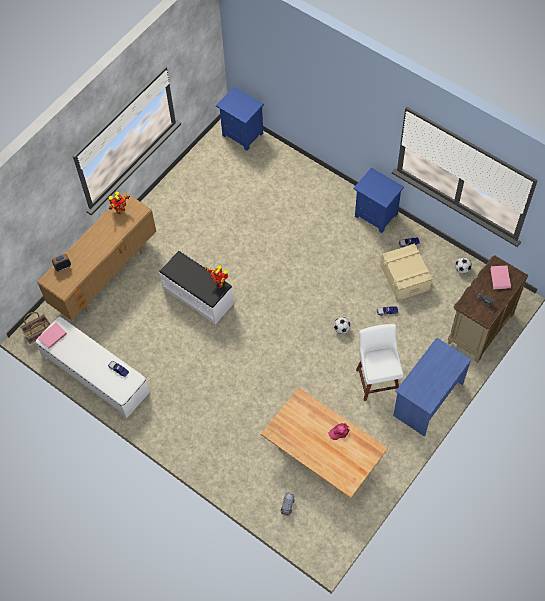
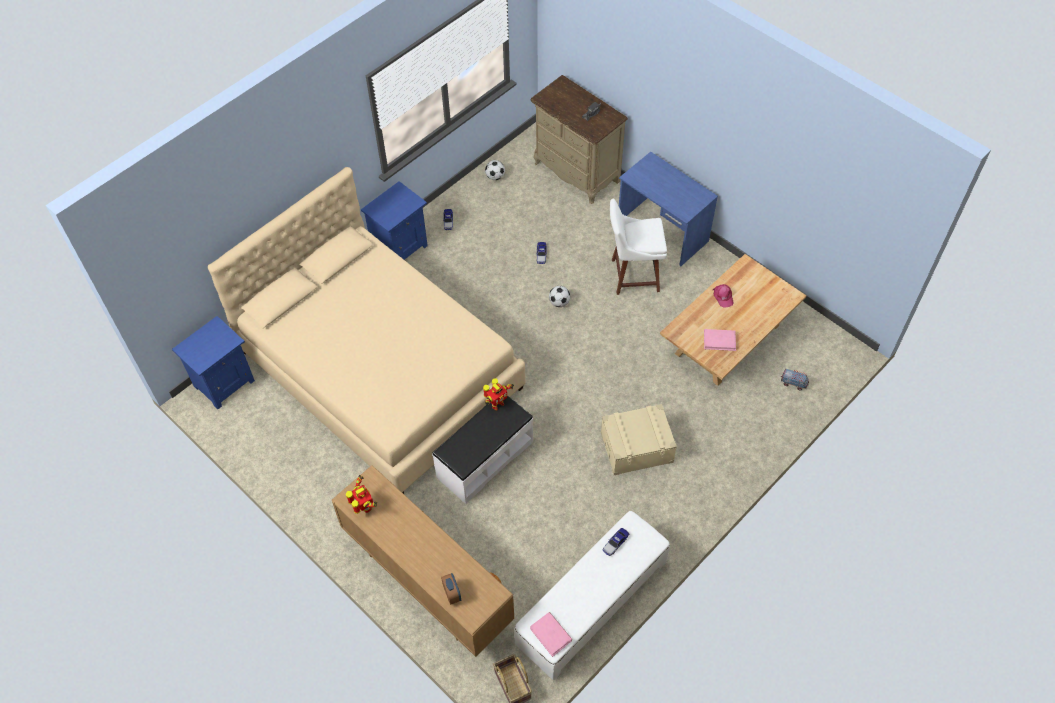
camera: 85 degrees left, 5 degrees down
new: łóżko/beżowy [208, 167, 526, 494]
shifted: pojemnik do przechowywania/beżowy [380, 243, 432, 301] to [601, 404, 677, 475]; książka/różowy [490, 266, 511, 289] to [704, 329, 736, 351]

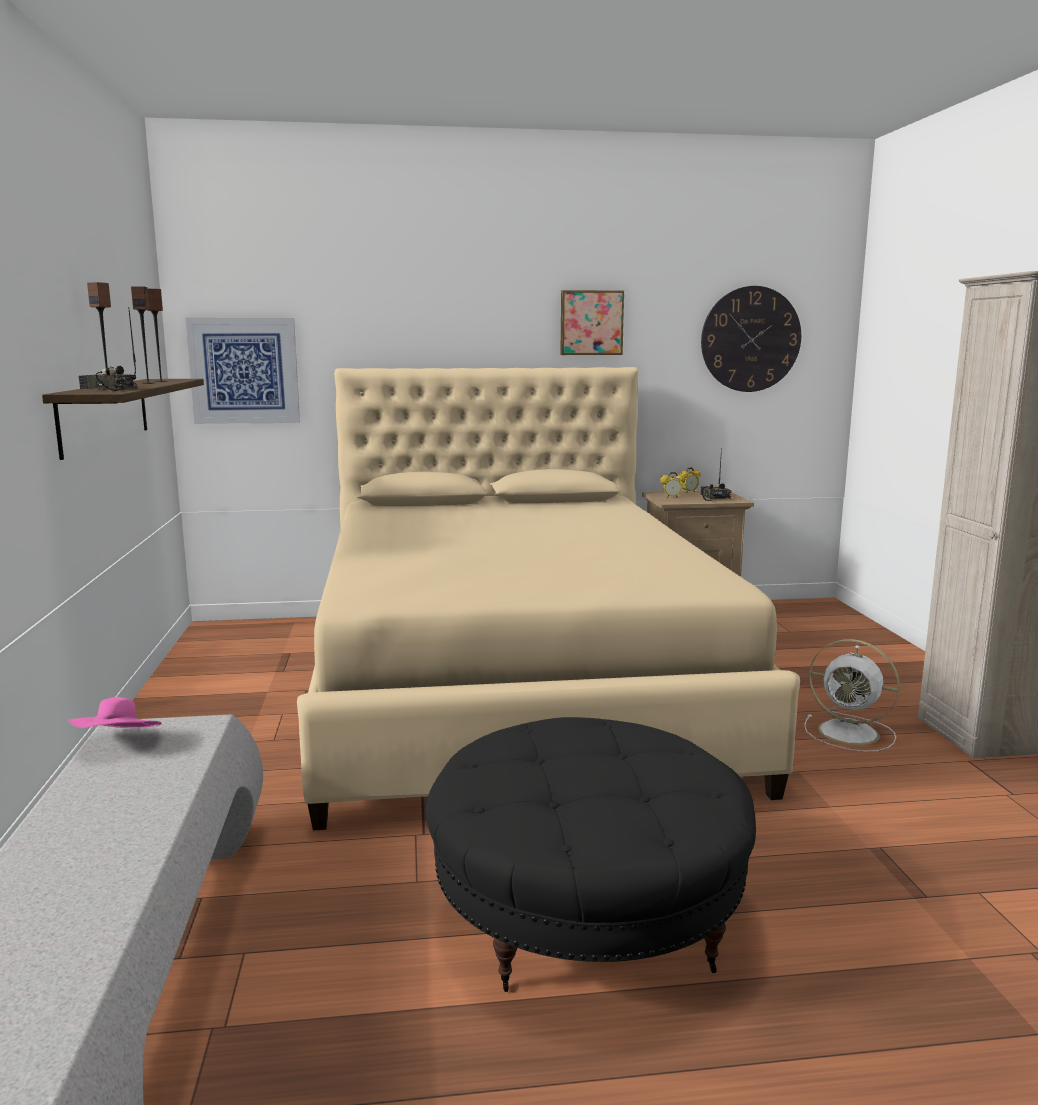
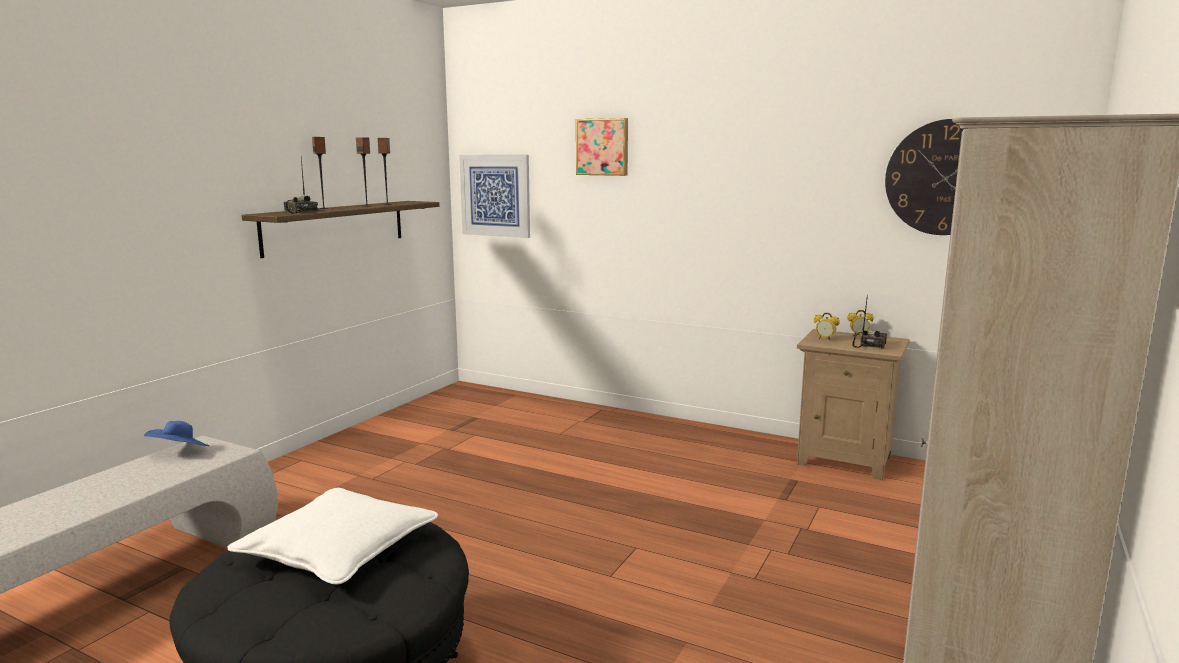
camera: 35 degrees right, 0 degrees up
gone: łóżko/beżowy [297, 367, 800, 831]; wentylator/biały [804, 639, 900, 752]
new: poduszka/biały [227, 488, 438, 584]
shifted: obraz [560, 290, 624, 355] to [576, 118, 628, 176]
repainted: kapelusz/różowy [68, 697, 162, 728] to kapelusz/niebieski [144, 421, 209, 446]

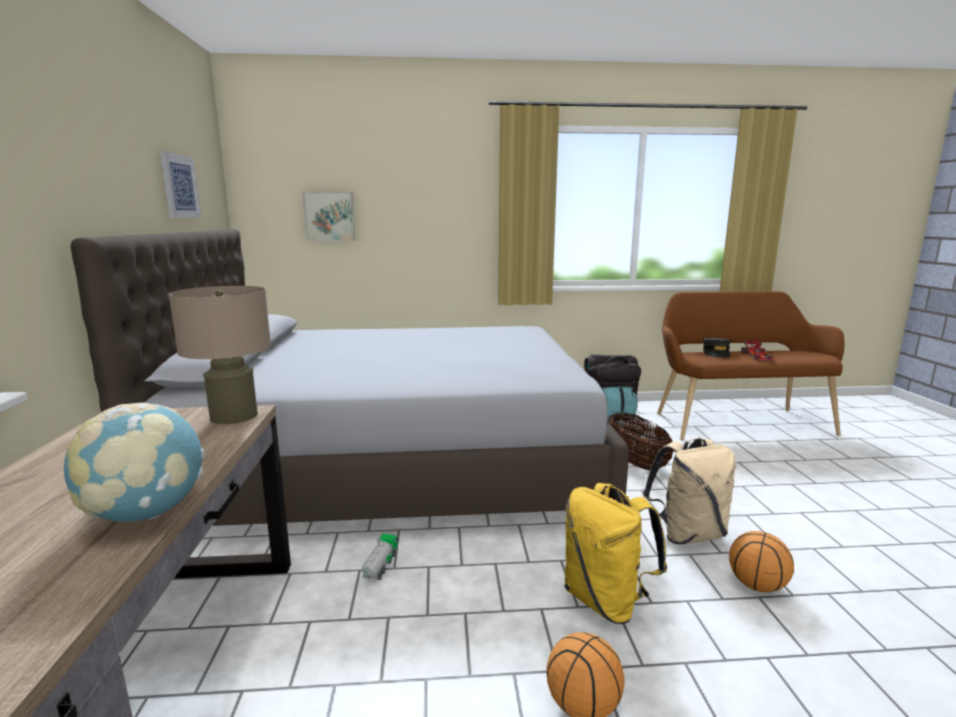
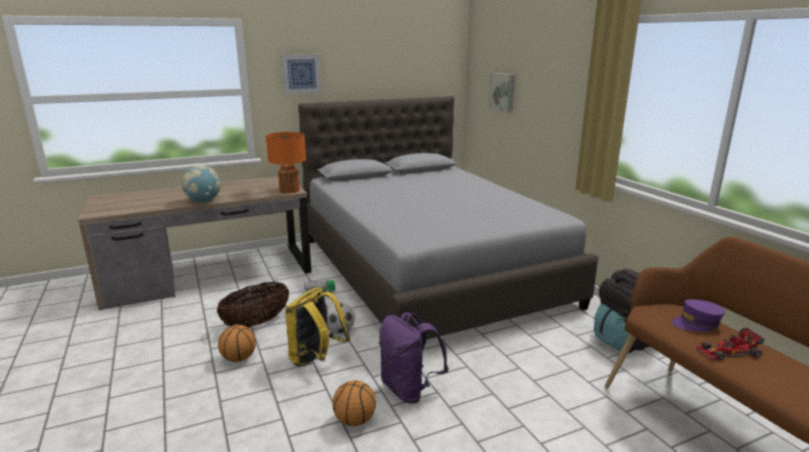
camera: 70 degrees right, 5 degrees up
new: piłka futbolowa [327, 303, 355, 334]
shifted: obraz [160, 151, 201, 218] to [281, 54, 321, 94]; koszyk [607, 413, 674, 470] to [217, 282, 289, 328]
repainted: lampa stołowa/beżowy [168, 286, 271, 424] to lampa stołowa/pomarańczowy [266, 132, 306, 194]; plecak/beżowy [643, 437, 736, 545] to plecak/fioletowy [379, 312, 449, 404]; czapka z daszkiem/szary [703, 337, 731, 358] to czapka z daszkiem/fioletowy [672, 299, 725, 332]

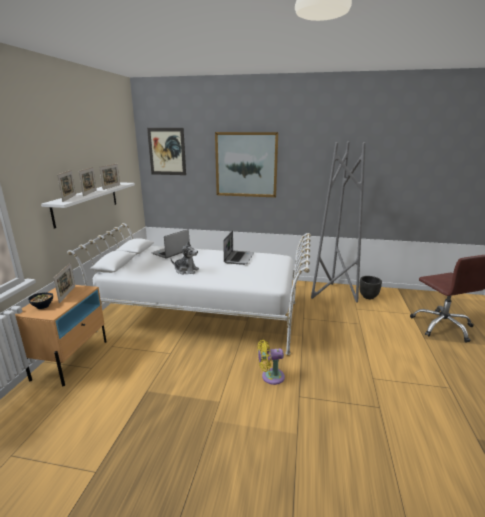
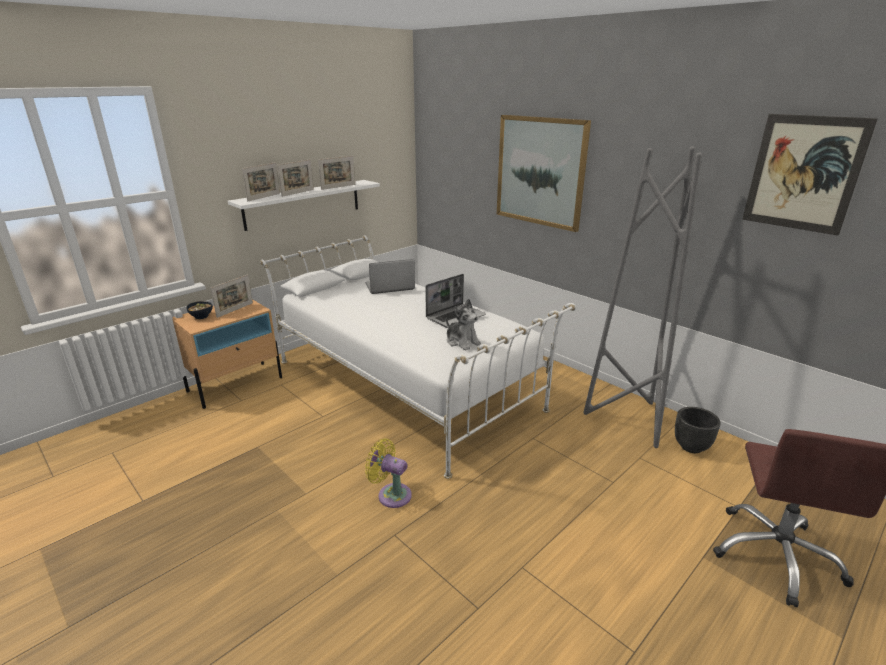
camera: 35 degrees right, 5 degrees up
shifted: obraz [147, 128, 186, 175] to [742, 114, 878, 236]; pluszak [171, 241, 199, 275] to [446, 299, 481, 351]

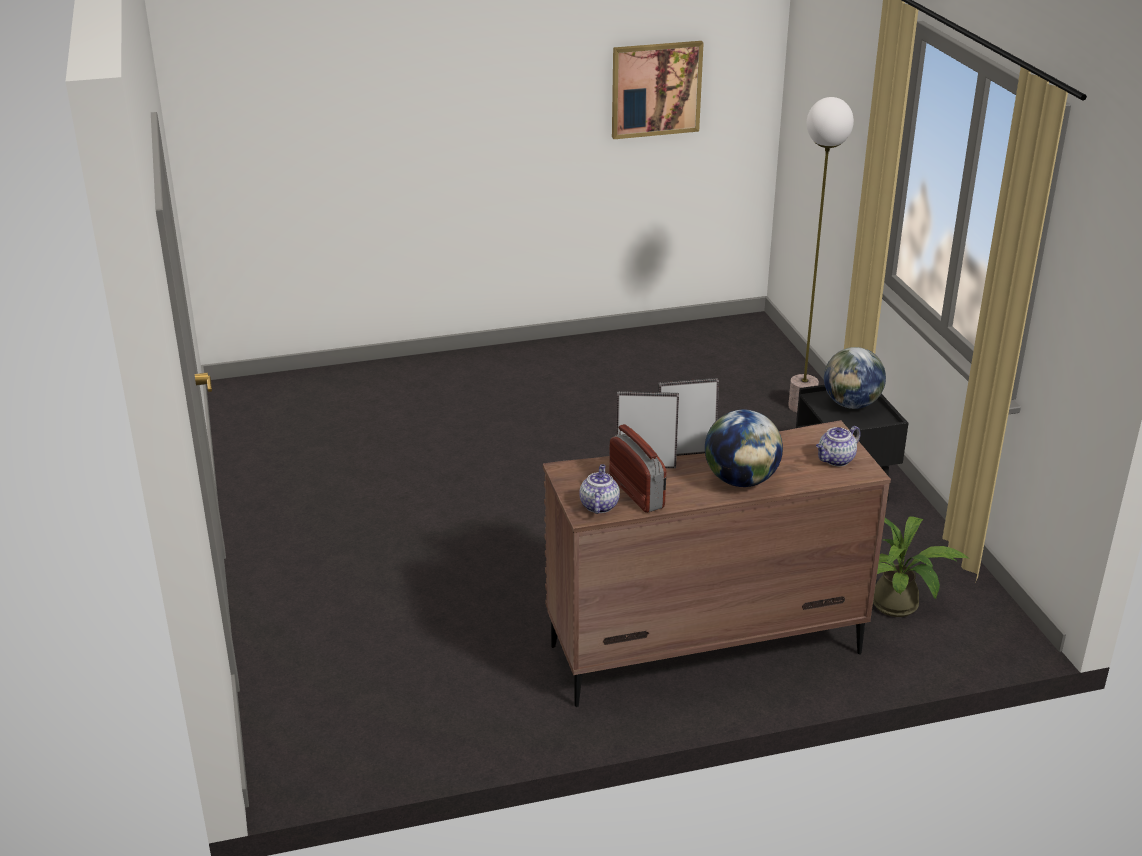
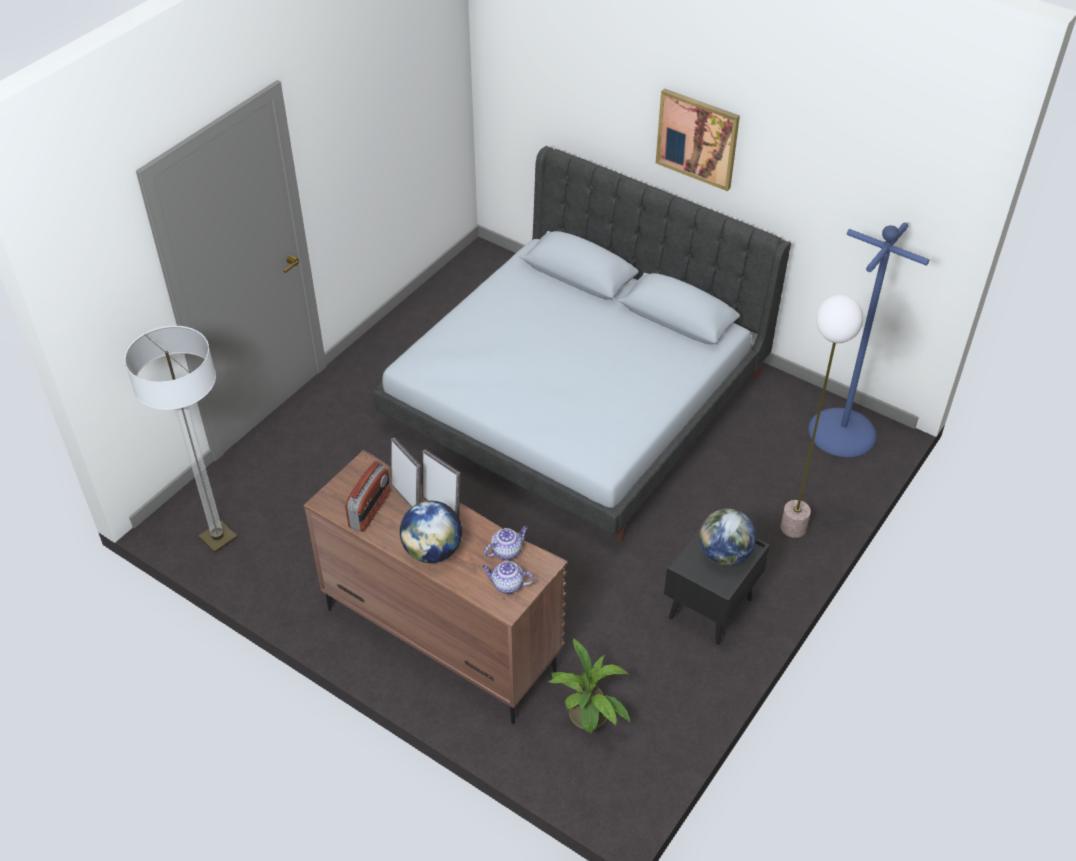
camera: 50 degrees right, 15 degrees up
new: lampa stojąca [124, 326, 238, 553]; łóżko/szary [372, 146, 791, 542]; wieszak/niebieski [808, 222, 929, 457]
shifted: imbryk [579, 464, 620, 514] to [484, 526, 528, 560]; obraz [612, 41, 704, 139] to [656, 88, 740, 191]

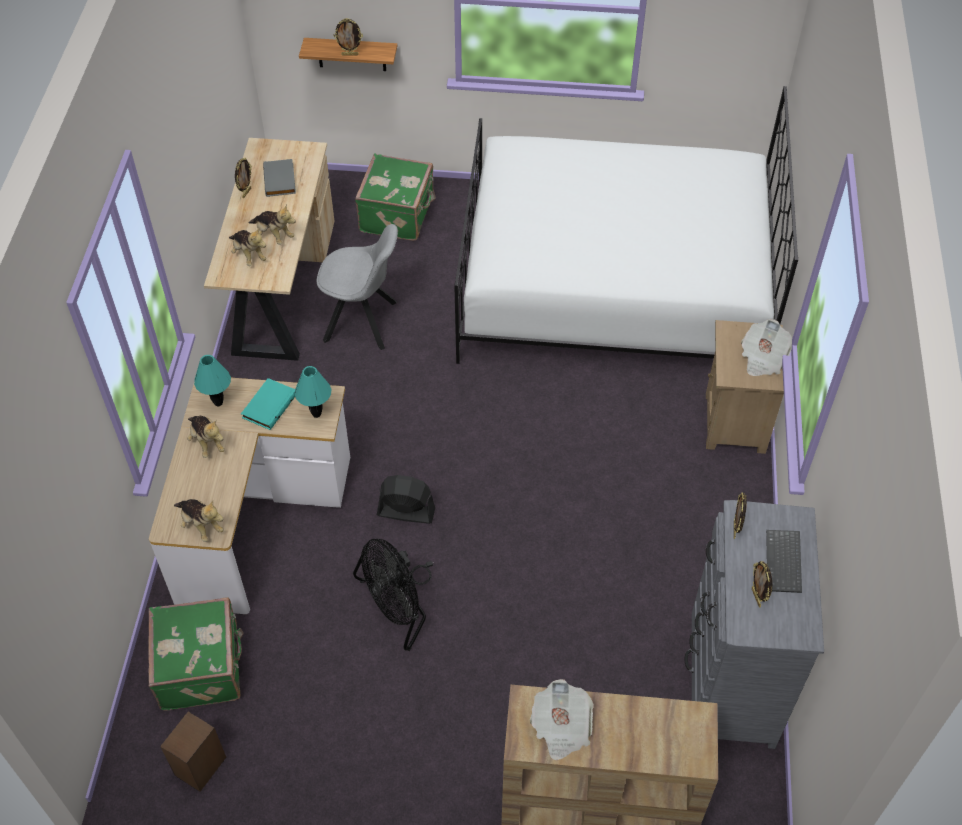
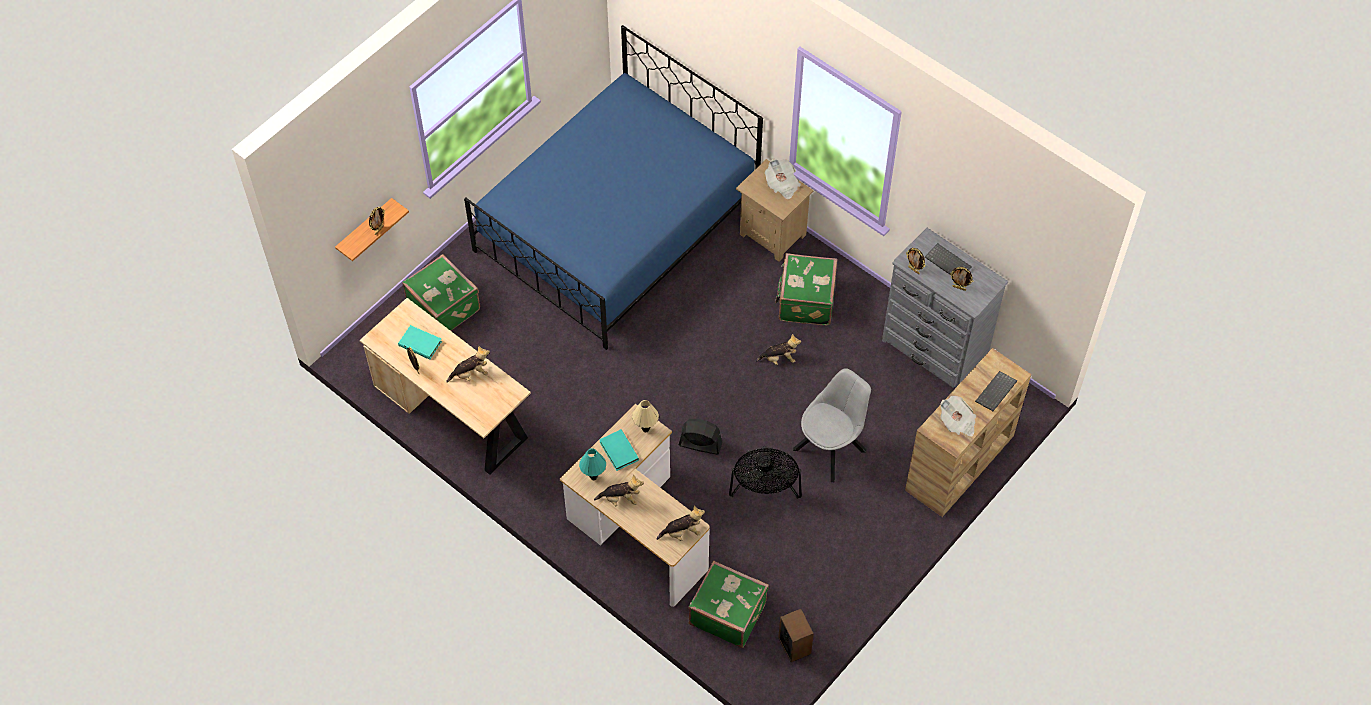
camera: 55 degrees left, 5 degrees up
new: walizka/zielony [775, 253, 837, 326]; klawiatura [975, 371, 1017, 411]
shifted: pluszak [229, 228, 266, 266] to [755, 334, 801, 365]; krzesło/szary [317, 224, 398, 350] to [793, 368, 871, 483]
repainted: książka/szary [263, 159, 296, 197] to książka/turkusowy [398, 325, 442, 359]; lampa stołowa/turkusowy [295, 366, 332, 418] to lampa stołowa/beżowy [632, 400, 659, 433]; łóżko/biały [454, 86, 798, 364] to łóżko/niebieski [464, 25, 763, 350]
rotated: wentylator/czarny [377, 475, 435, 524] = [679, 419, 722, 455] 60 degrees clockwise

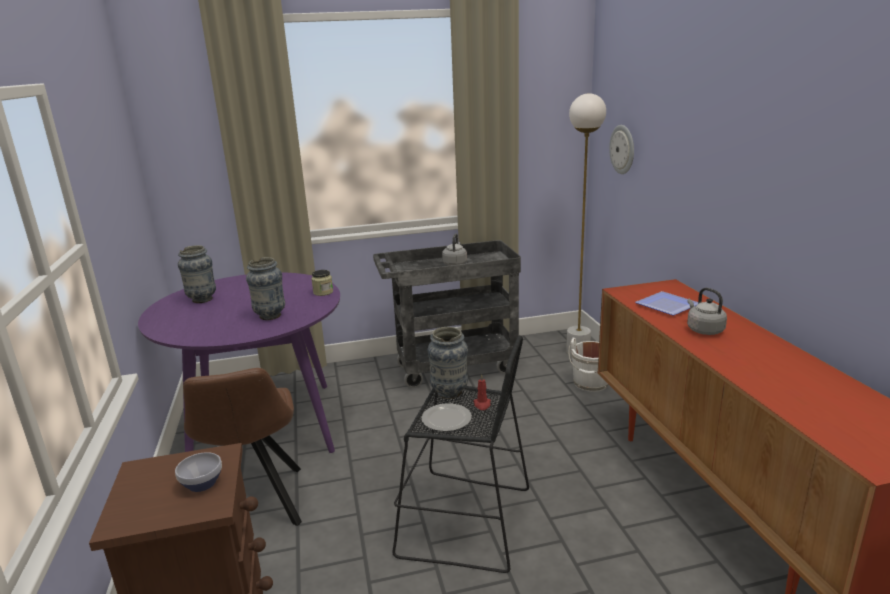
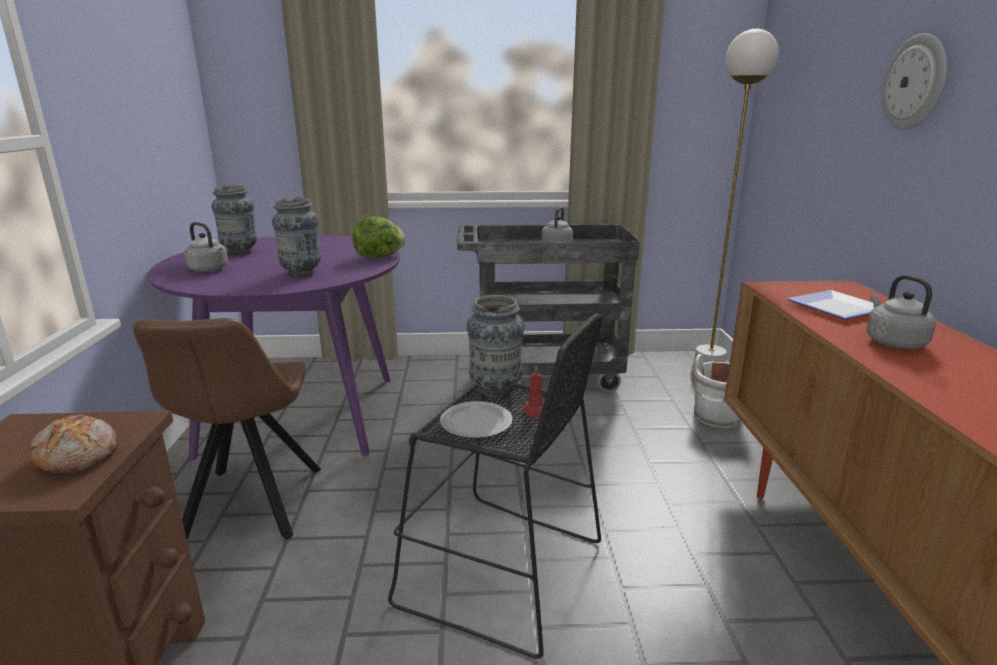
camera: 10 degrees right, 0 degrees up
new: czajnik/szary [184, 222, 228, 272]
shifted: zegar ścienny [609, 125, 634, 174] to [882, 33, 947, 130]
swapped: miska [175, 452, 222, 492] to chleb [29, 414, 118, 474]; słoik [311, 270, 333, 296] to sałata [353, 216, 406, 257]

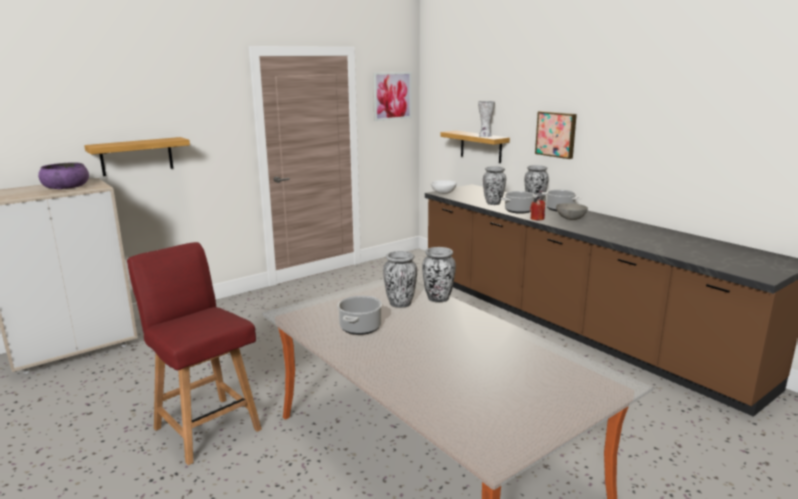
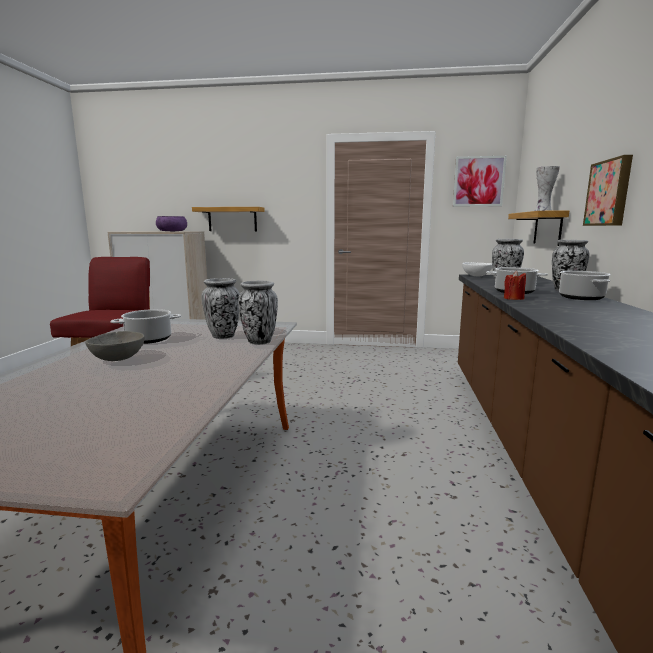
camera: 45 degrees right, 5 degrees down
shifted: miska/szary [556, 203, 588, 220] to [85, 331, 145, 361]

